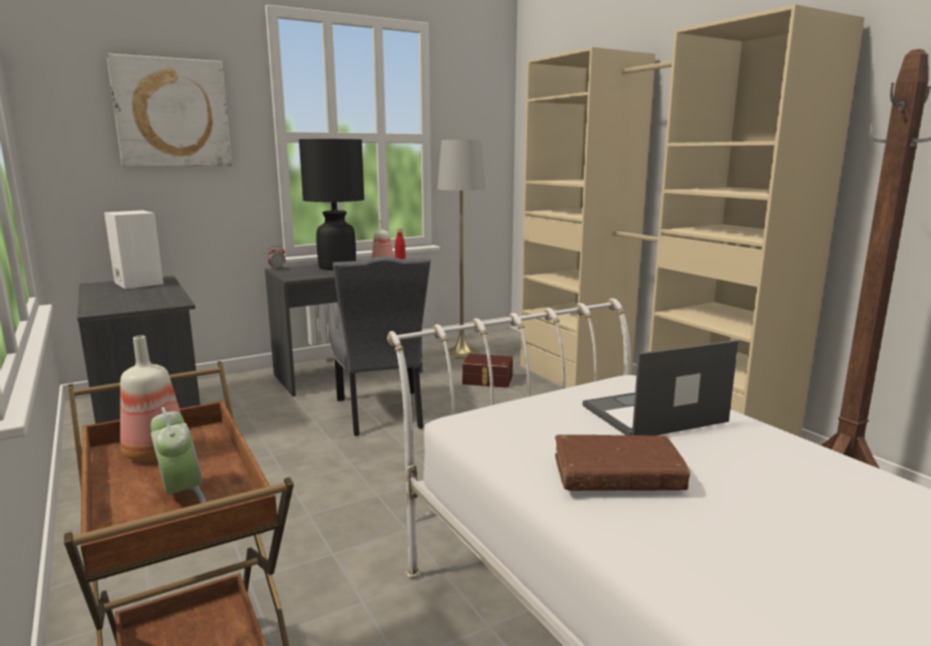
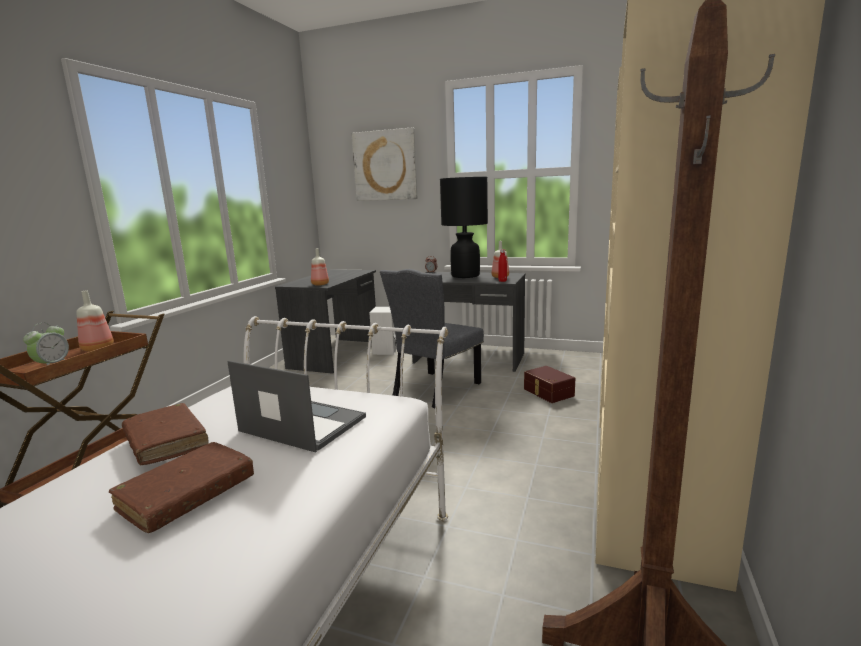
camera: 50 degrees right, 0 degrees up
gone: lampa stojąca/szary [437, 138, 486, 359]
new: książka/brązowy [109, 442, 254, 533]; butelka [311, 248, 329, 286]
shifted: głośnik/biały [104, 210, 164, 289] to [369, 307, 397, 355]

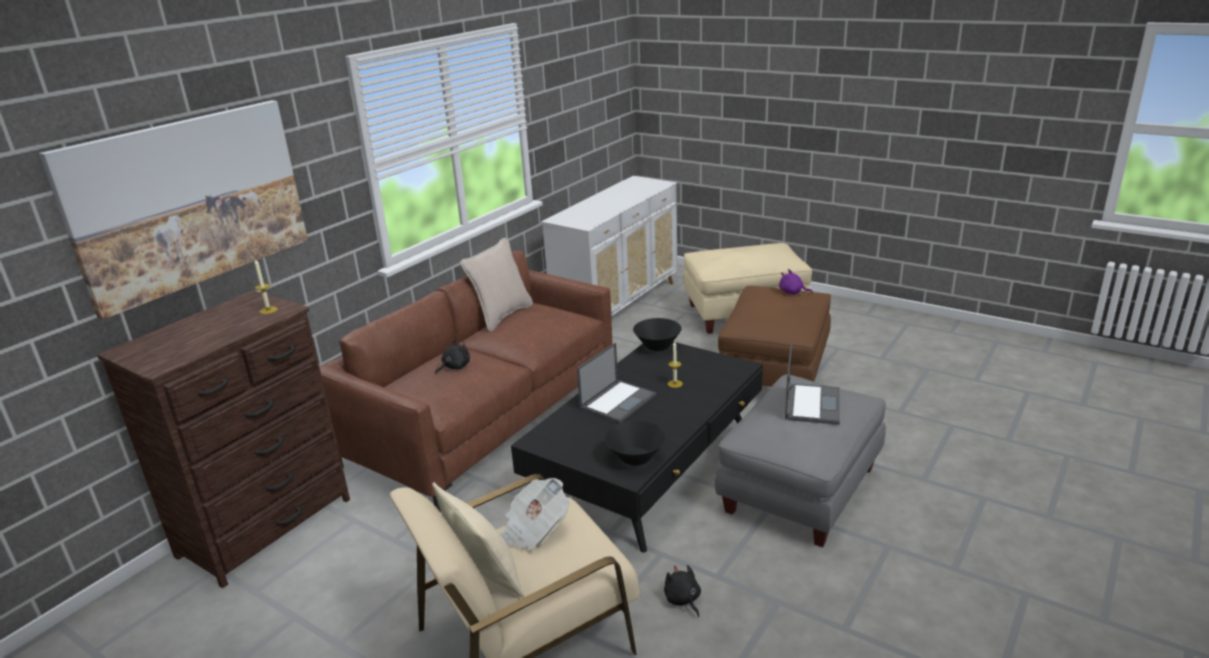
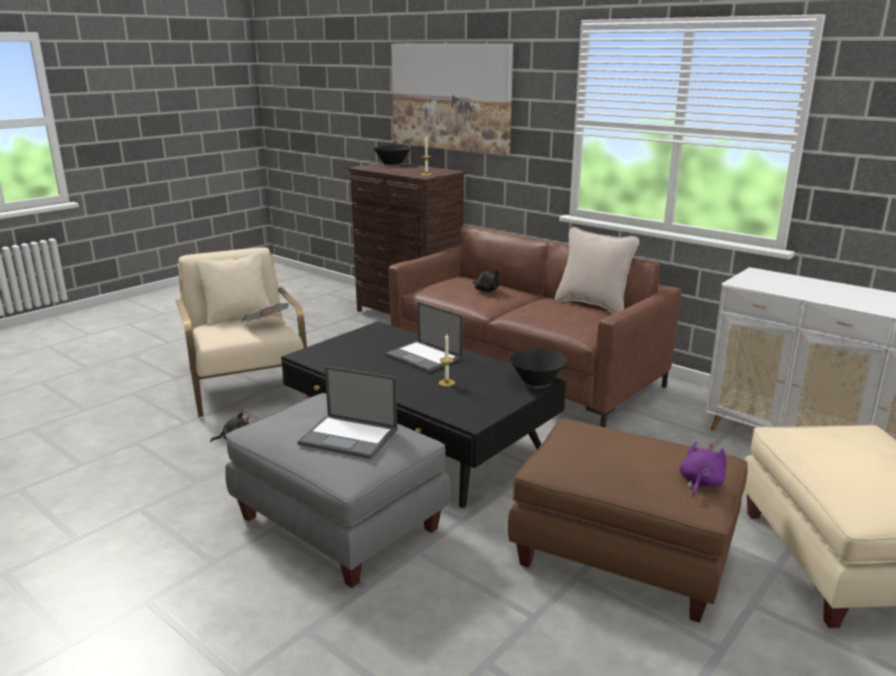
camera: 95 degrees right, 5 degrees down
shifted: miska/czarny [605, 420, 666, 465] to [374, 146, 411, 165]

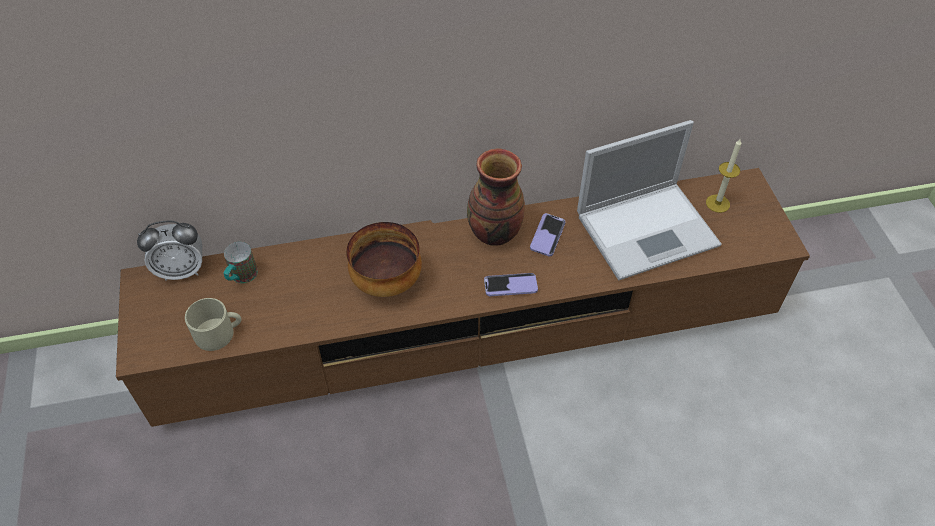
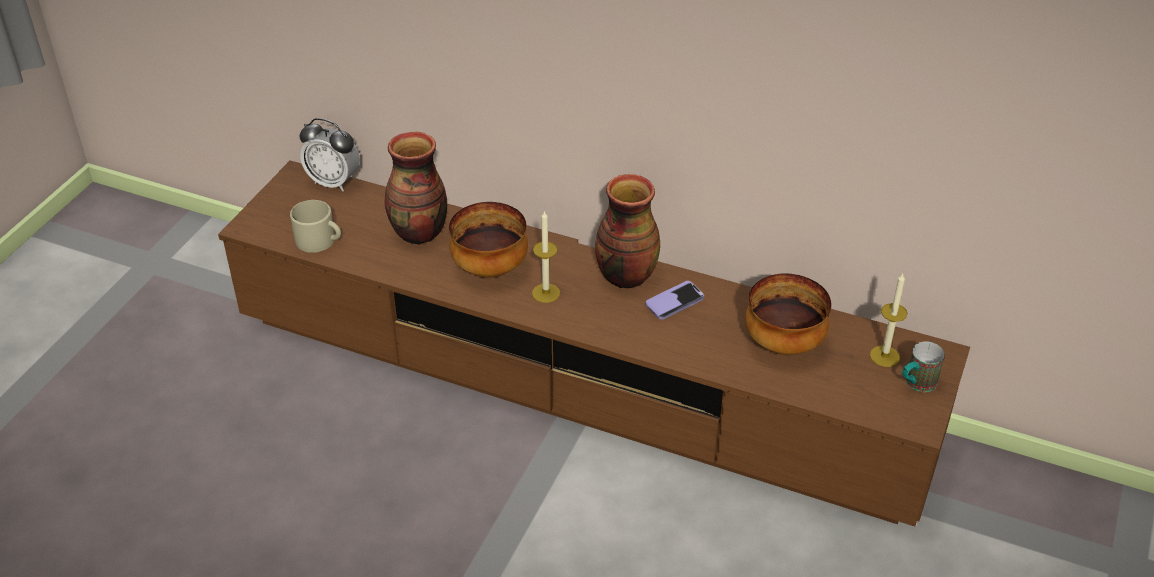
camera: 35 degrees right, 10 degrees down
gone: telefon [484, 273, 538, 296]
new: wazon [385, 132, 447, 245]; świeca [532, 210, 560, 303]
shifted: kubek [224, 242, 258, 284] to [902, 341, 945, 392]
swapped: laptop [577, 120, 722, 280] to miska [745, 273, 832, 355]

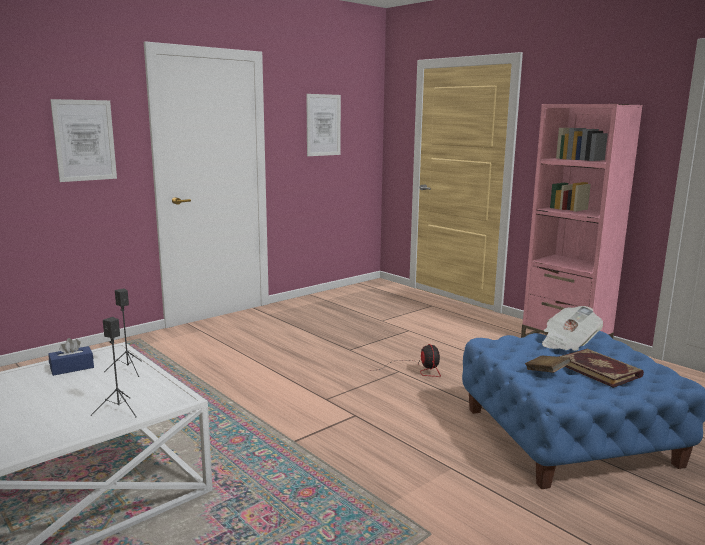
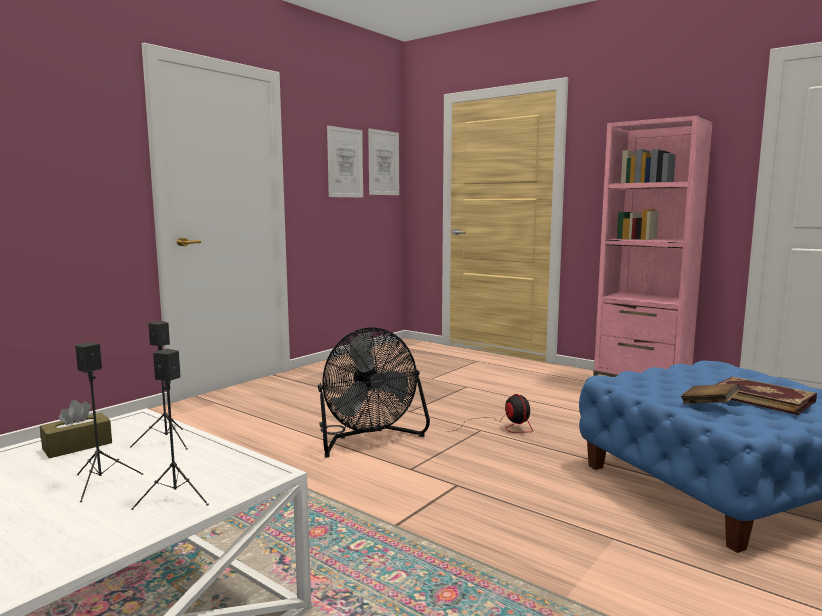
camera: 10 degrees left, 5 degrees down
gone: gazeta [542, 306, 603, 351]
new: głośnik/czarny [75, 342, 143, 502]; wentylator/czarny [318, 328, 430, 458]
shifted: obraz [50, 99, 117, 182] to [368, 128, 399, 195]
repainted: pudełko chusteczek/niebieski [48, 338, 94, 376] to pudełko chusteczek/brązowy [40, 400, 112, 458]

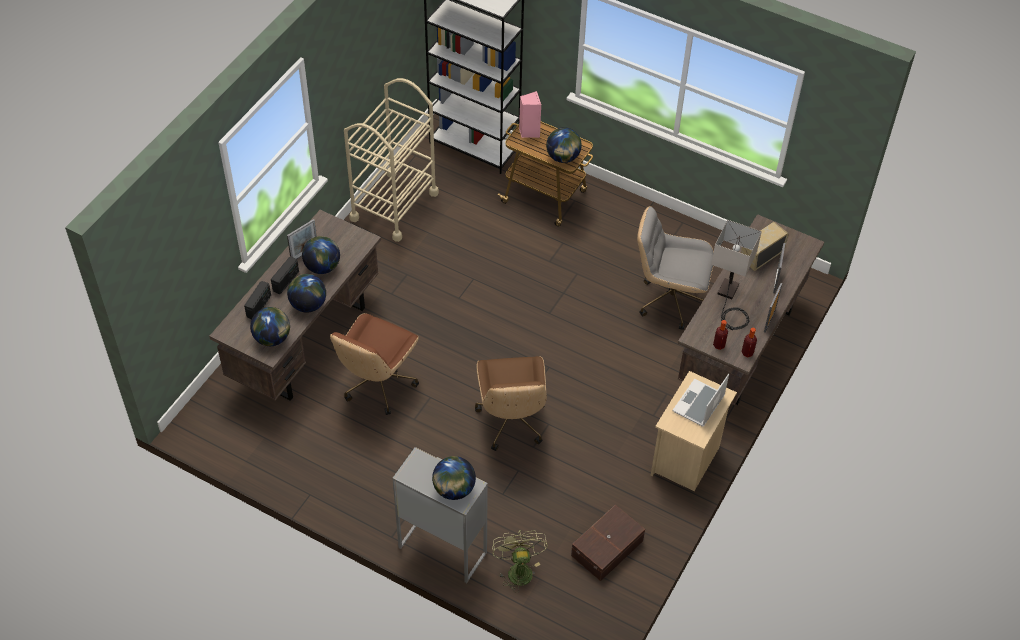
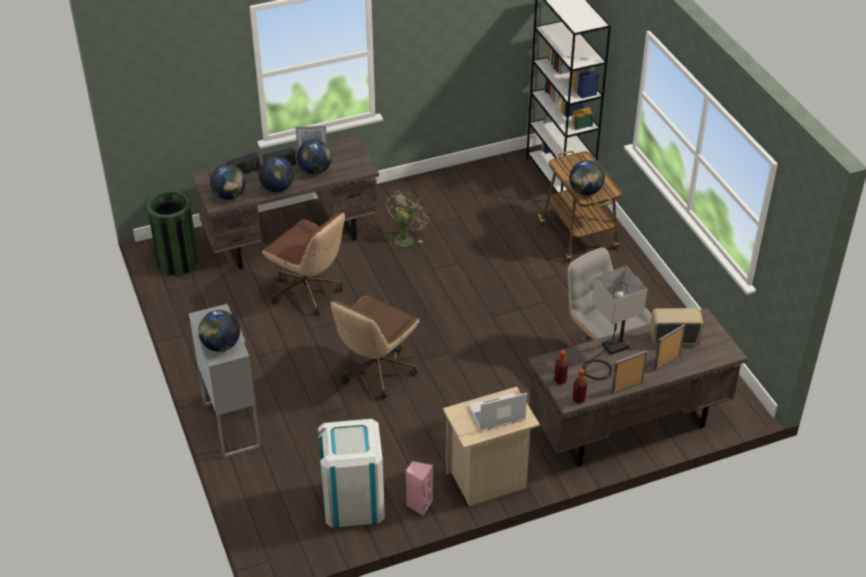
camera: 40 degrees right, 10 degrees down
gone: wózek/beżowy [344, 78, 439, 242]
new: kosz na śmieci/zielony [146, 189, 199, 277]
shifted: wentylator/zielony [492, 530, 548, 593] to [386, 191, 428, 248]; głośnik/różowy [519, 91, 541, 138] to [406, 461, 433, 515]
swapped: pojemnik do przechowywania/brązowy [571, 505, 645, 581] to kosz na śmieci/biały [318, 419, 385, 528]
rotated: krzesło biurowe/brązowy [330, 313, 419, 415] = [262, 213, 345, 316] 120 degrees counterclockwise

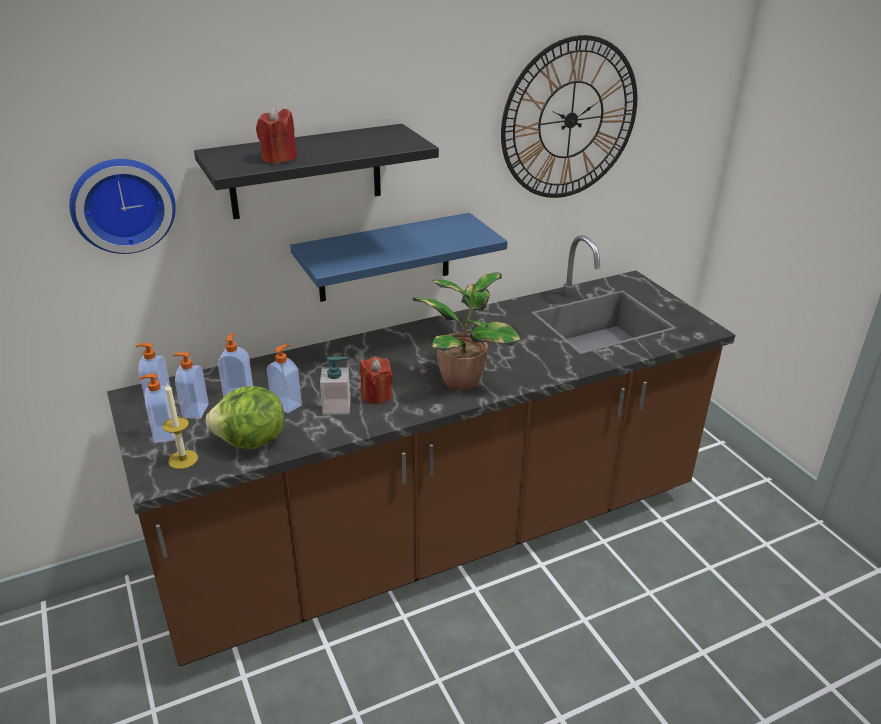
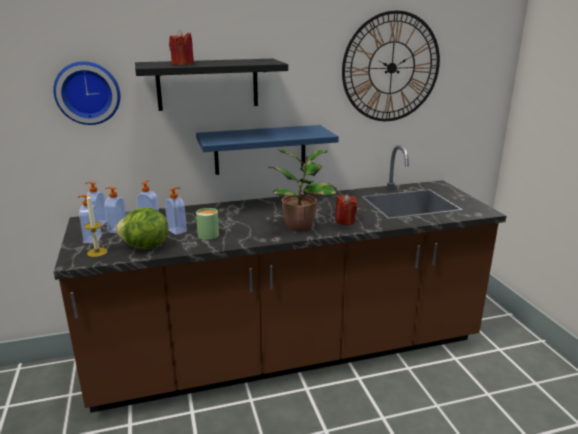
camera: 10 degrees right, 10 degrees down
shifted: świeca/czerwony [360, 356, 393, 404] to [335, 194, 358, 225]
swapped: dozownik mydła [320, 357, 351, 415] to kubek/zielony [196, 208, 219, 240]

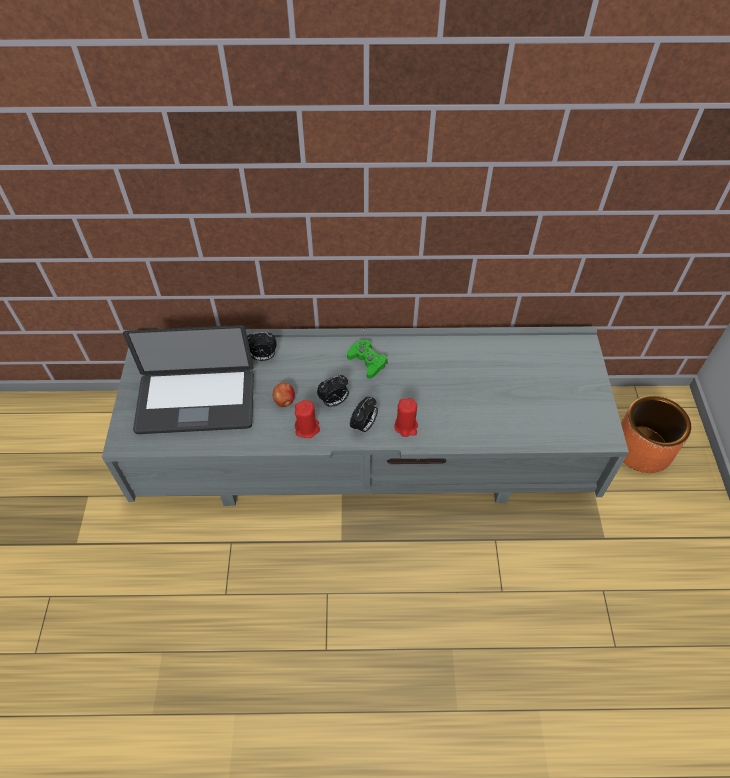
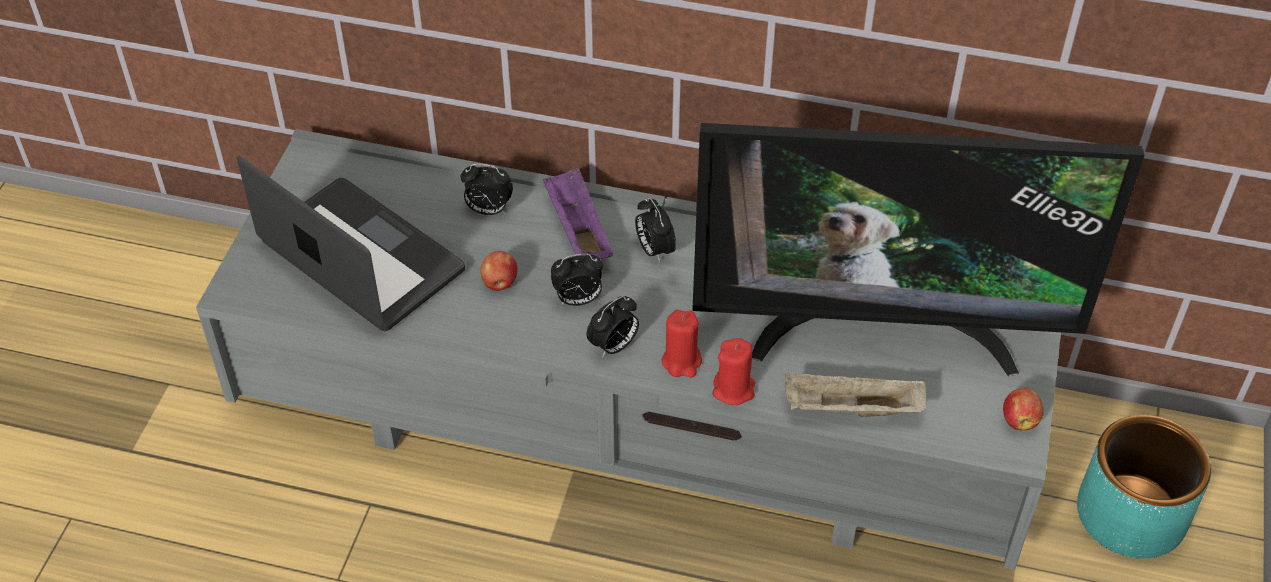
camera: 15 degrees right, 5 degrees down
new: taca/fioletowy [543, 167, 613, 259]; telewizor [692, 123, 1145, 376]; taca/beżowy [785, 373, 927, 417]; jabłko [1003, 387, 1044, 430]
shifted: świeca/czerwony [295, 400, 320, 438] to [712, 338, 755, 405]
swapped: pad do gier/zielony [347, 340, 388, 379] to budzik [635, 198, 676, 262]
repainted: donica/pomarańczowy [621, 395, 691, 473] to donica/turkusowy [1077, 415, 1211, 559]
rotated: laptop [123, 325, 254, 434] = [237, 156, 465, 331] 150 degrees counterclockwise

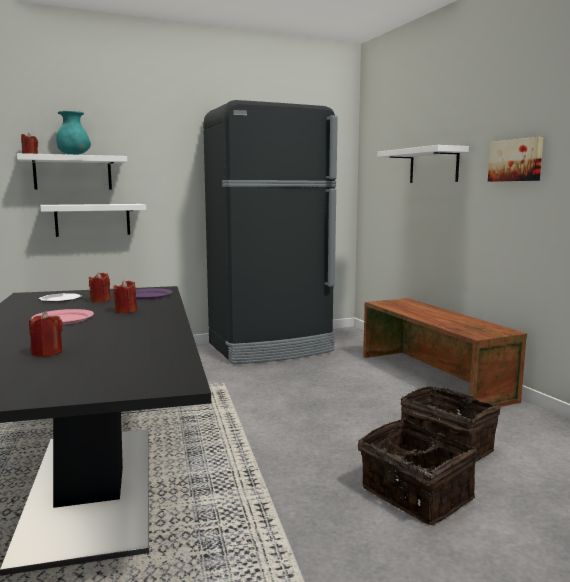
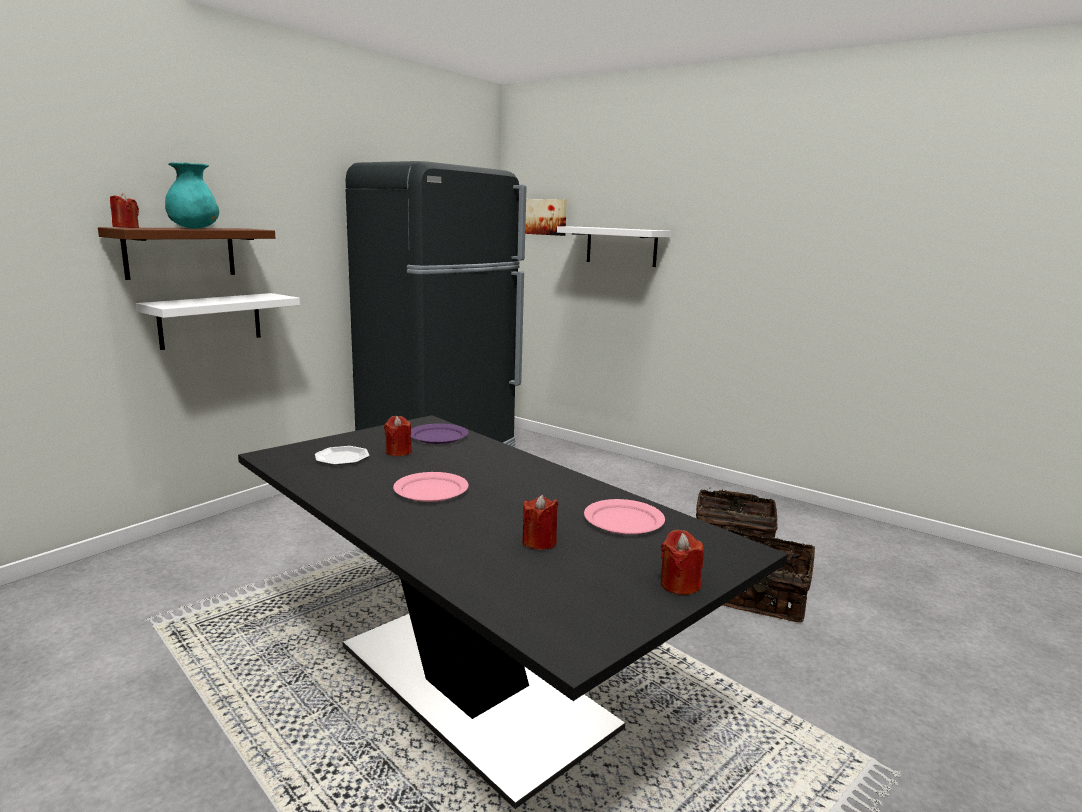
camera: 30 degrees left, 5 degrees up
gone: ławka/brązowy [363, 298, 527, 411]
new: talerz/różowy [584, 499, 665, 535]
shifted: świeca/czerwony [113, 280, 137, 313] to [661, 530, 704, 595]; obraz [488, 137, 543, 182] to [525, 199, 567, 236]
repainted: półka/biały [17, 153, 127, 189] to półka/brązowy [98, 227, 275, 280]

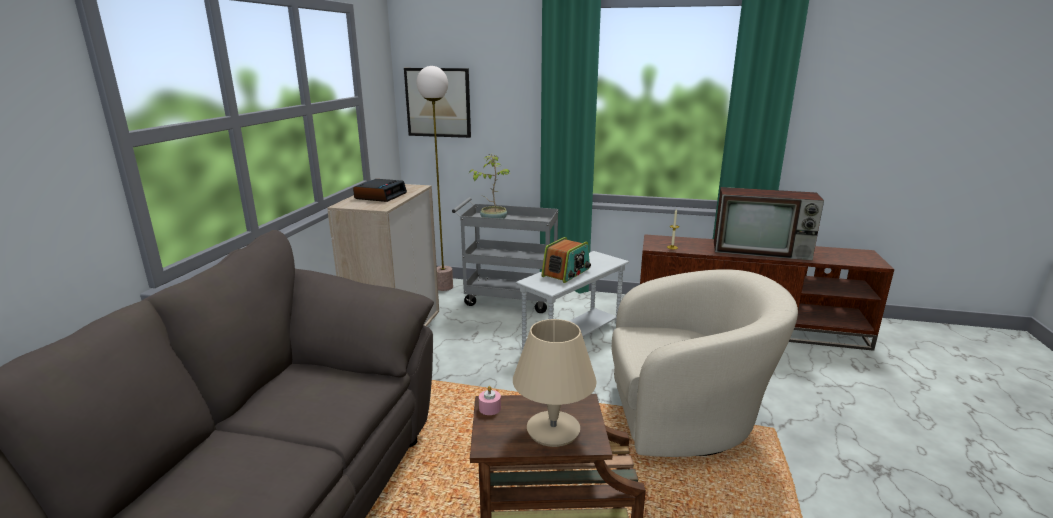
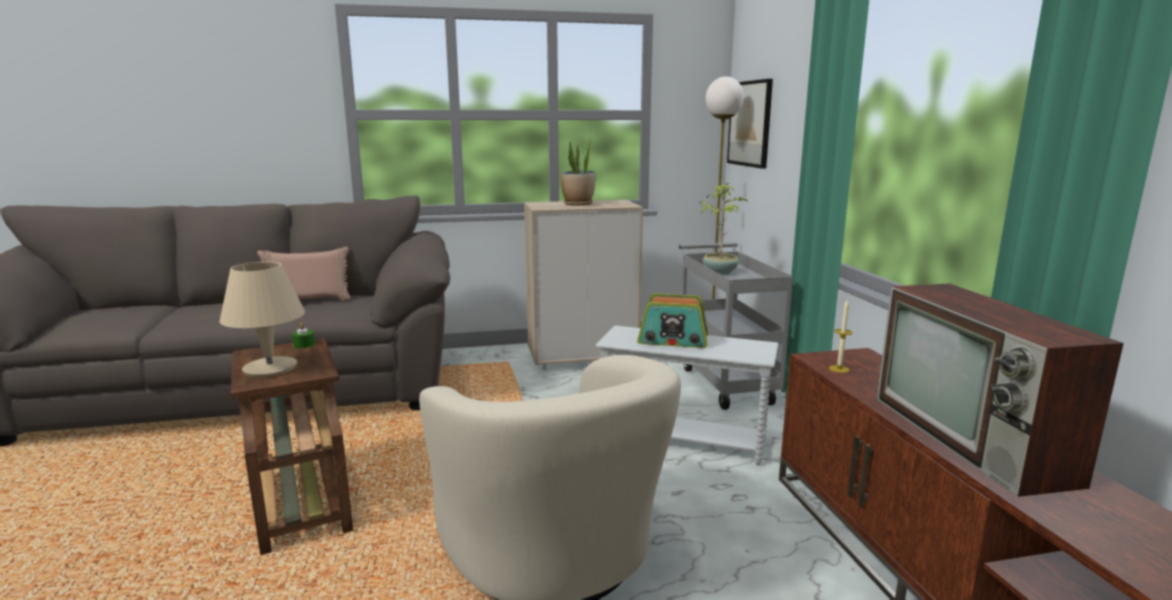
camera: 65 degrees right, 5 degrees down
new: poduszka/beżowy [257, 247, 351, 302]
swapped: budzik [353, 179, 407, 202] to roślina doniczkowa [560, 137, 595, 206]
repainted: świeca/różowy [479, 386, 501, 415] to świeca/zielony [292, 323, 315, 349]

